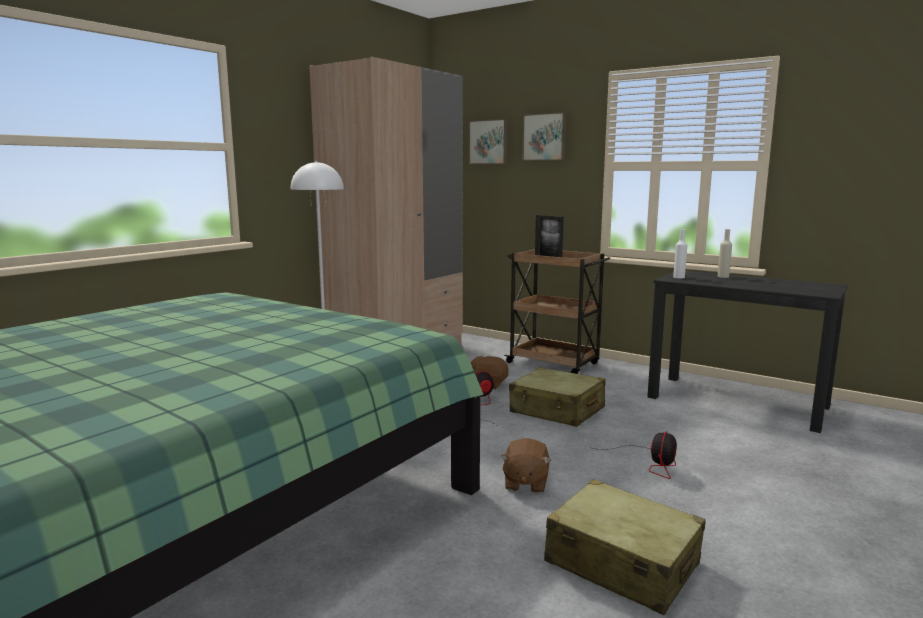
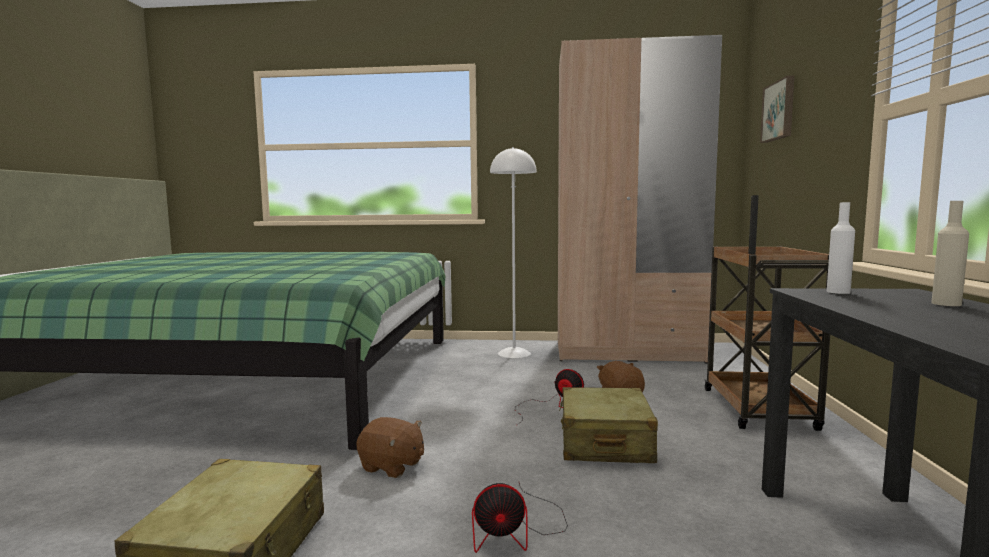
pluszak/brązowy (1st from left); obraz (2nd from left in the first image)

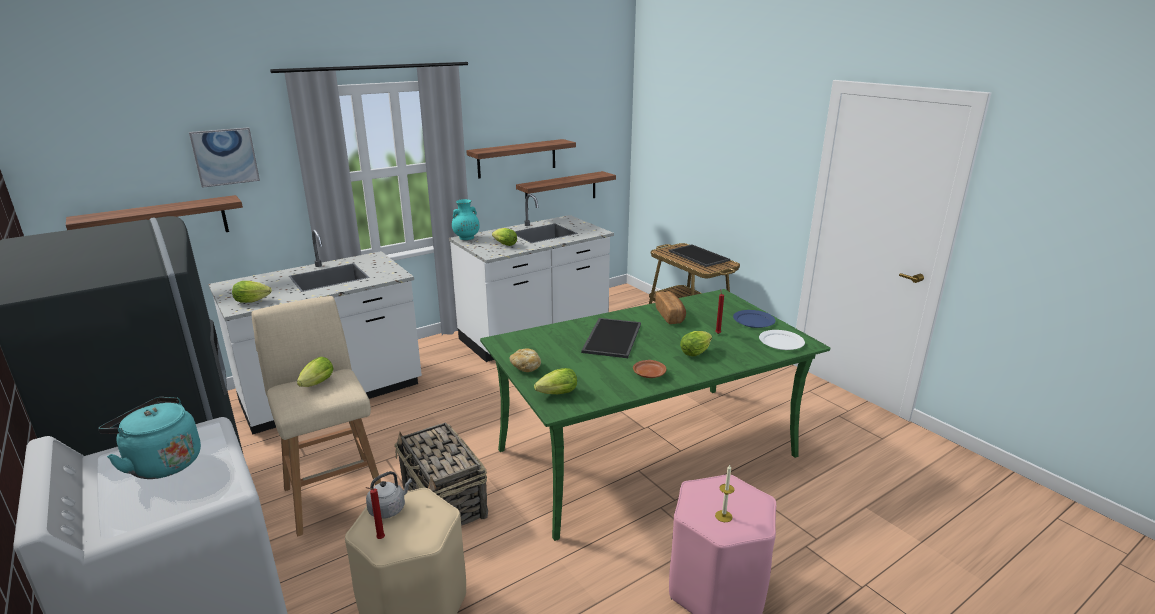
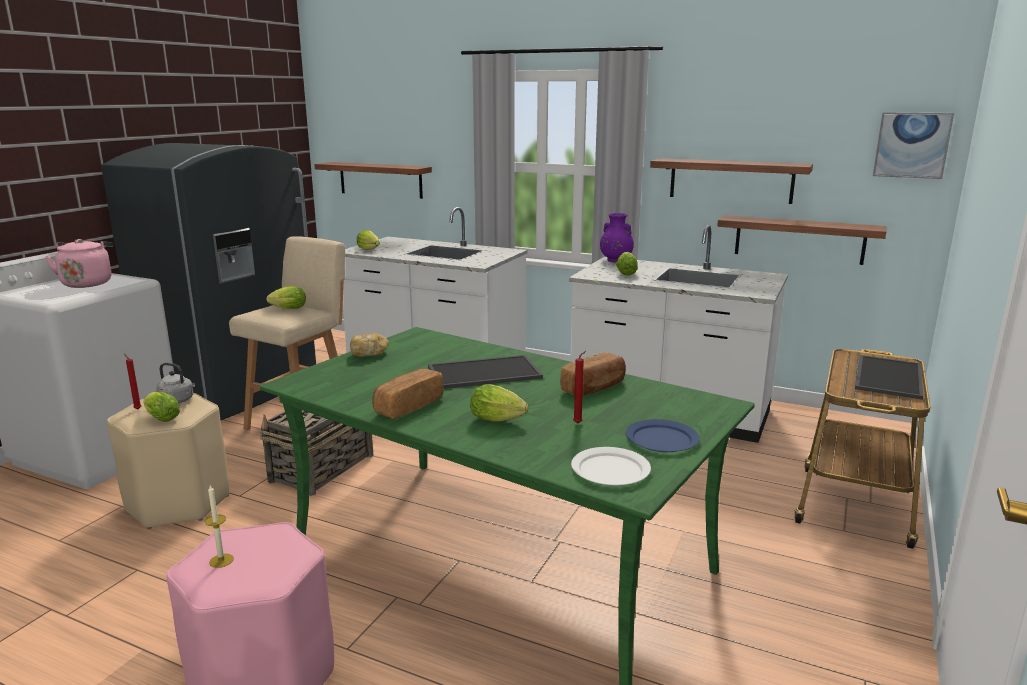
czajnik/różowy; sałata (1st from left); chleb (2nd from left); wazon/fioletowy; obraz

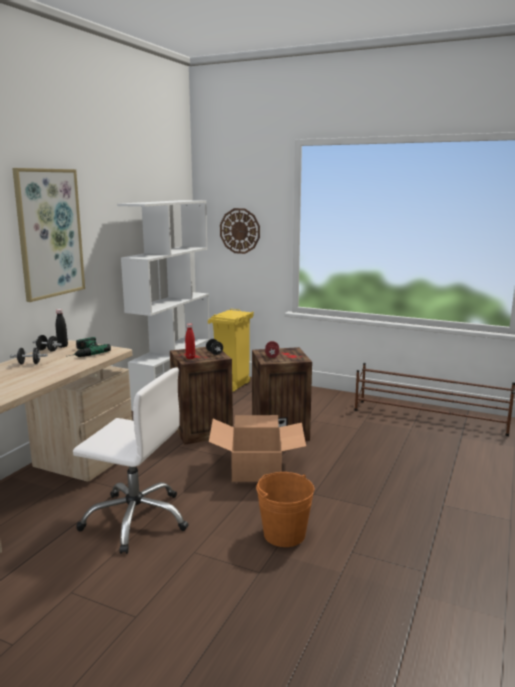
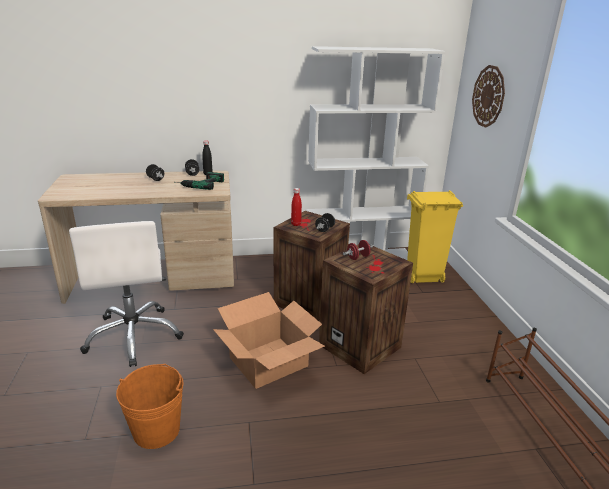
obraz

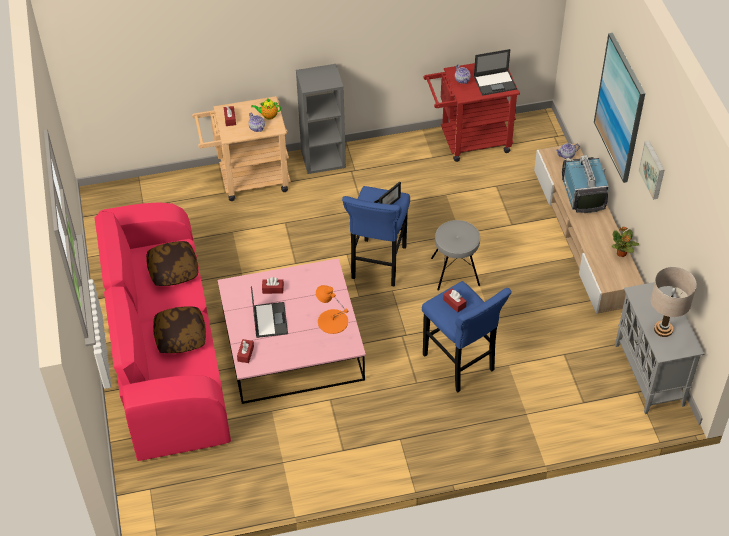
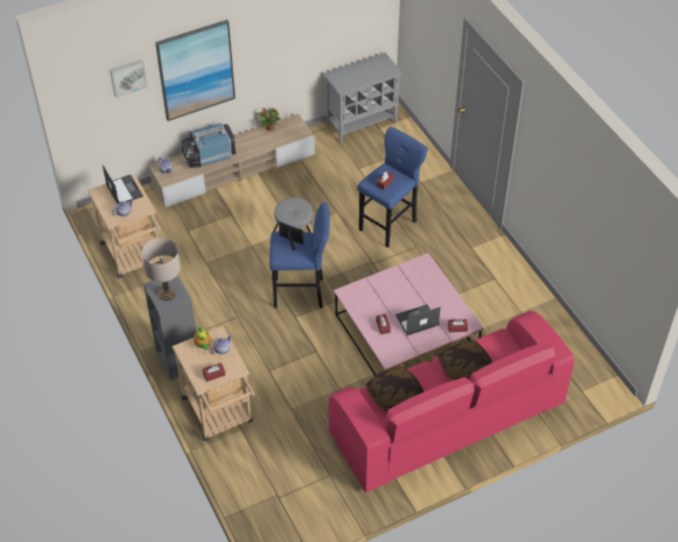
wózek/beżowy (1st from left); obraz (1st from left); lampa stołowa/beżowy; lampa stołowa/pomarańczowy

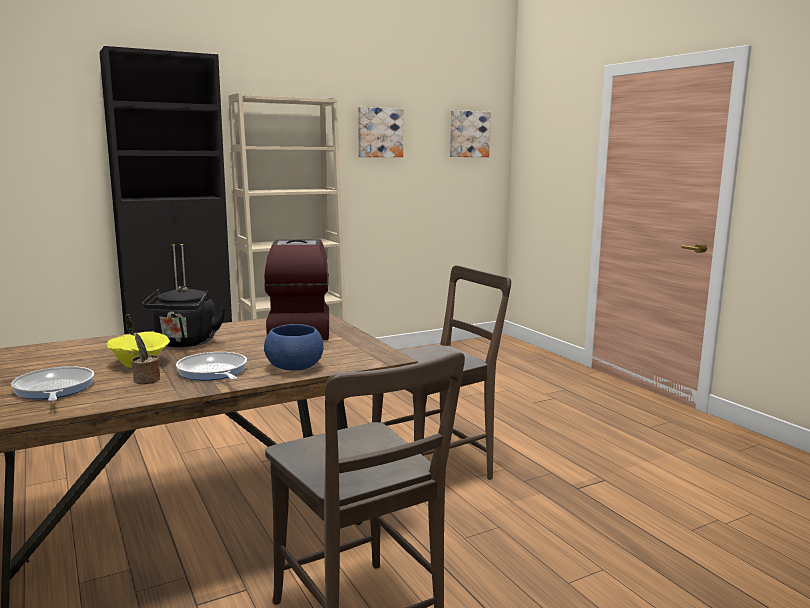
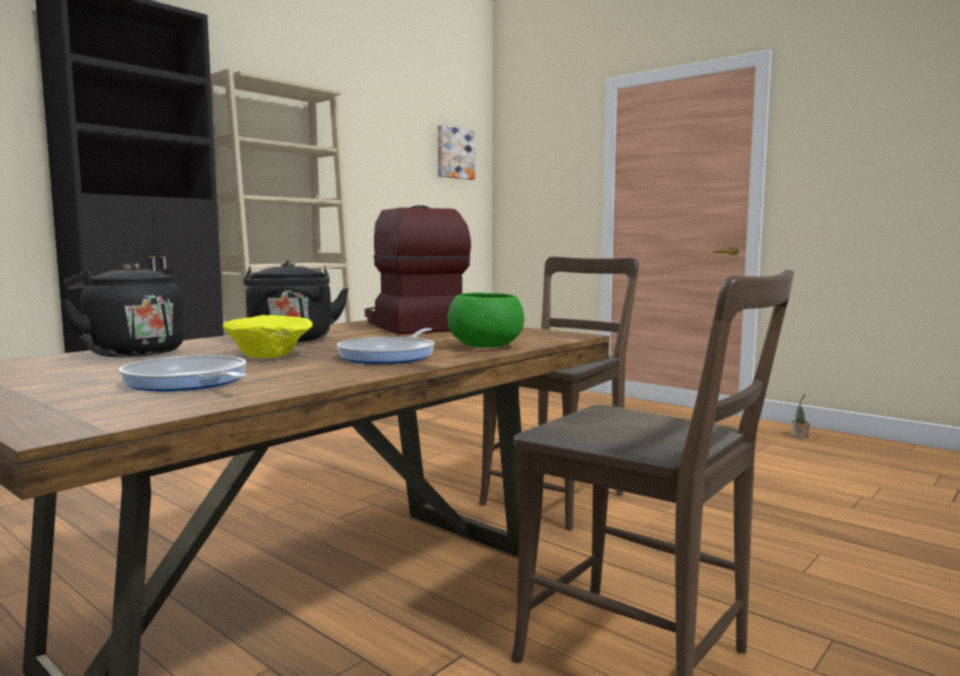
czajnik/czarny (1st from left); patelnia (2nd from left); miska/zielony; roślina doniczkowa; obraz (1st from left in the first image)

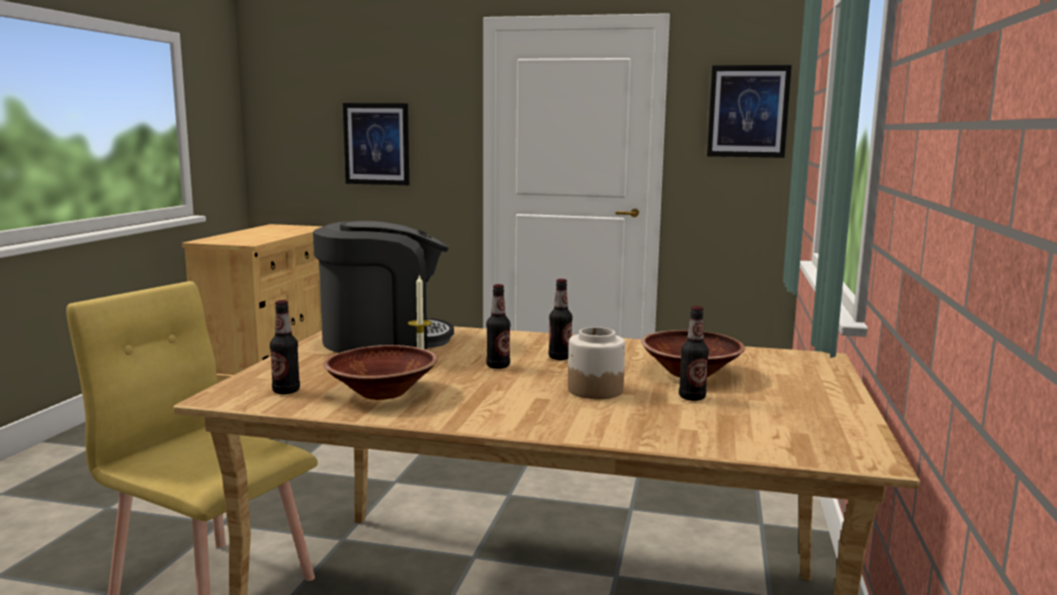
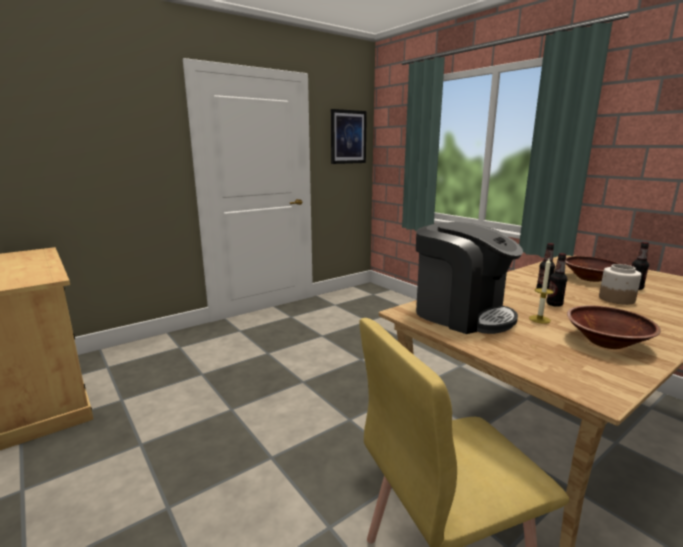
ekspres do kawy; butelka (1st from left in the first image); obraz (1st from left in the first image)

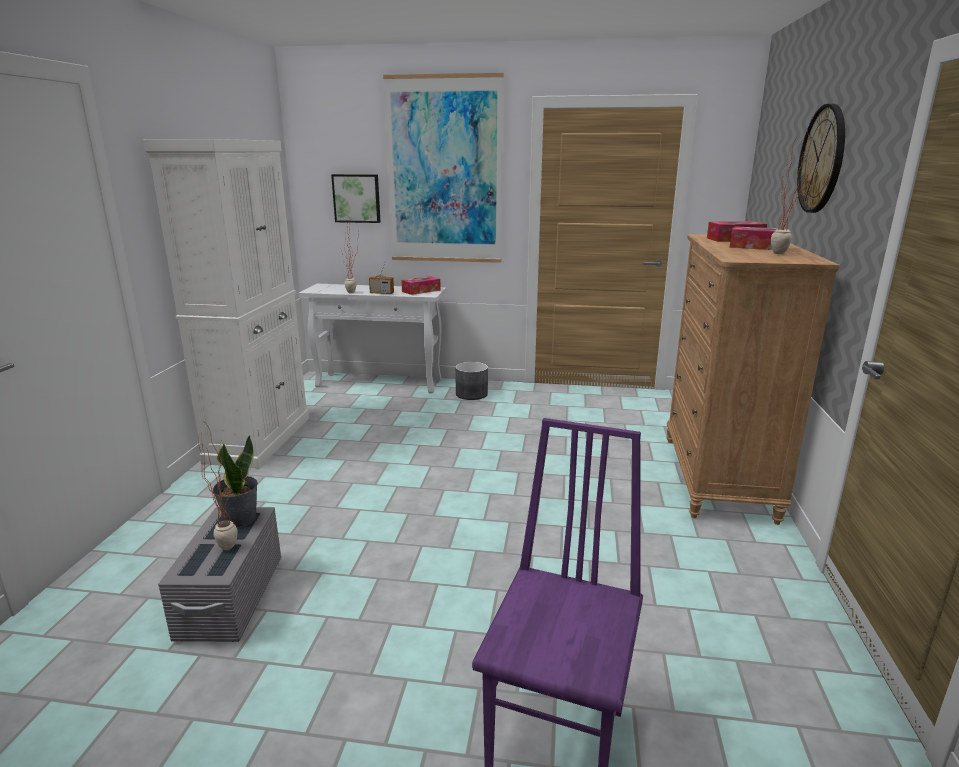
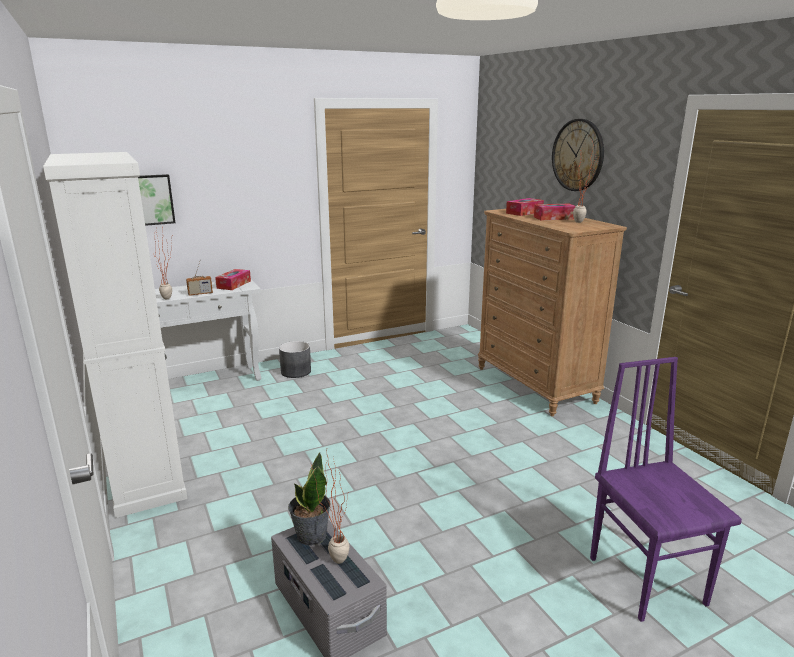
obraz (2nd from left in the first image)

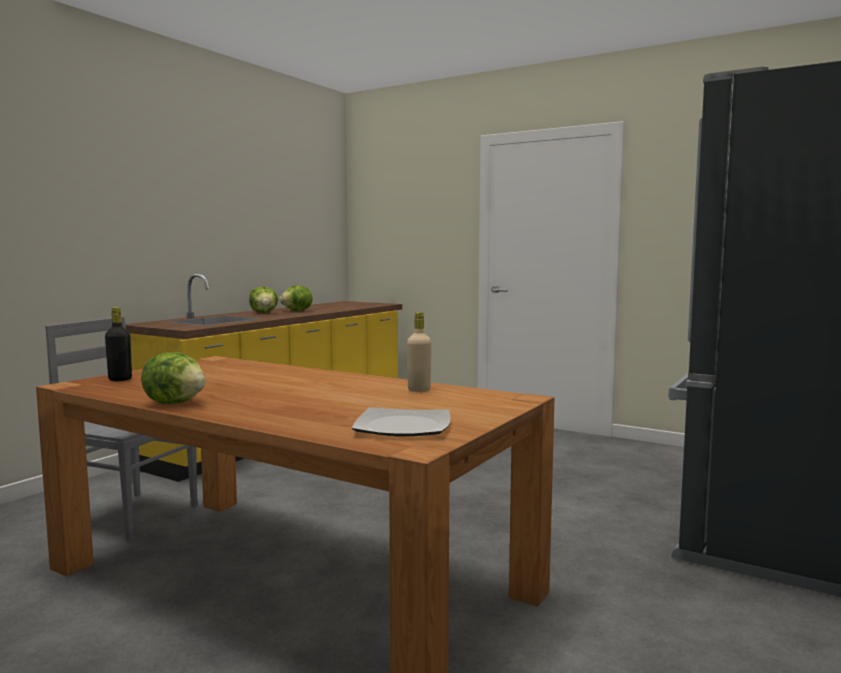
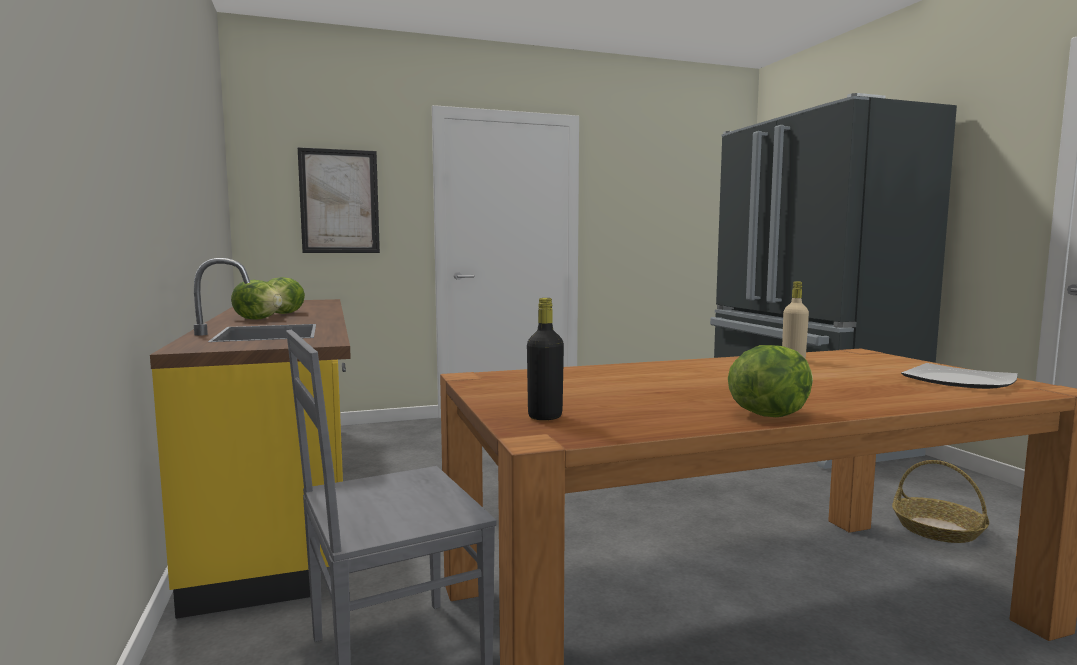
obraz; koszyk

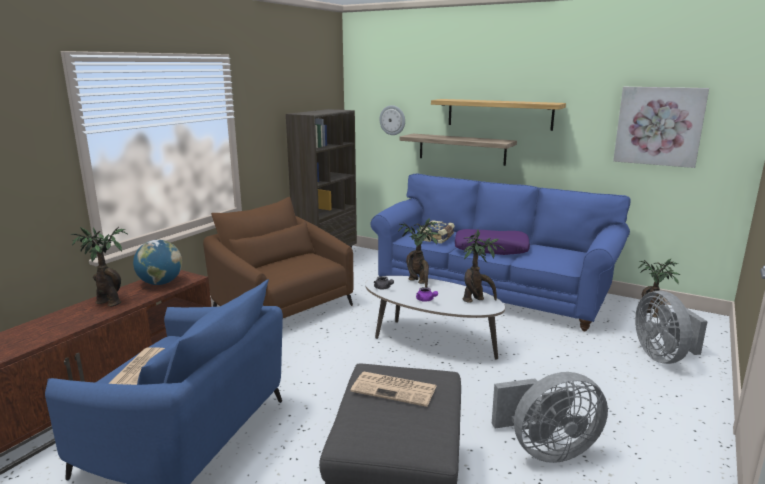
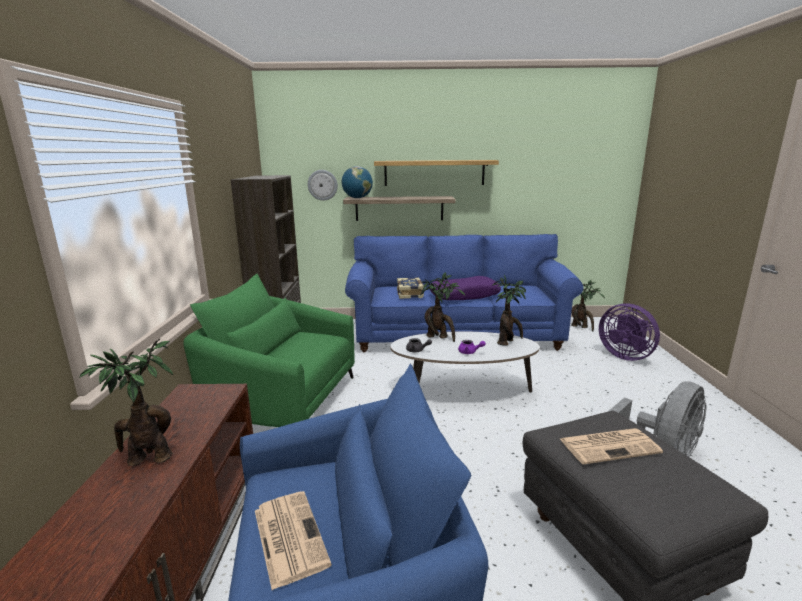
fotel/zielony; globus; wentylator/fioletowy; obraz

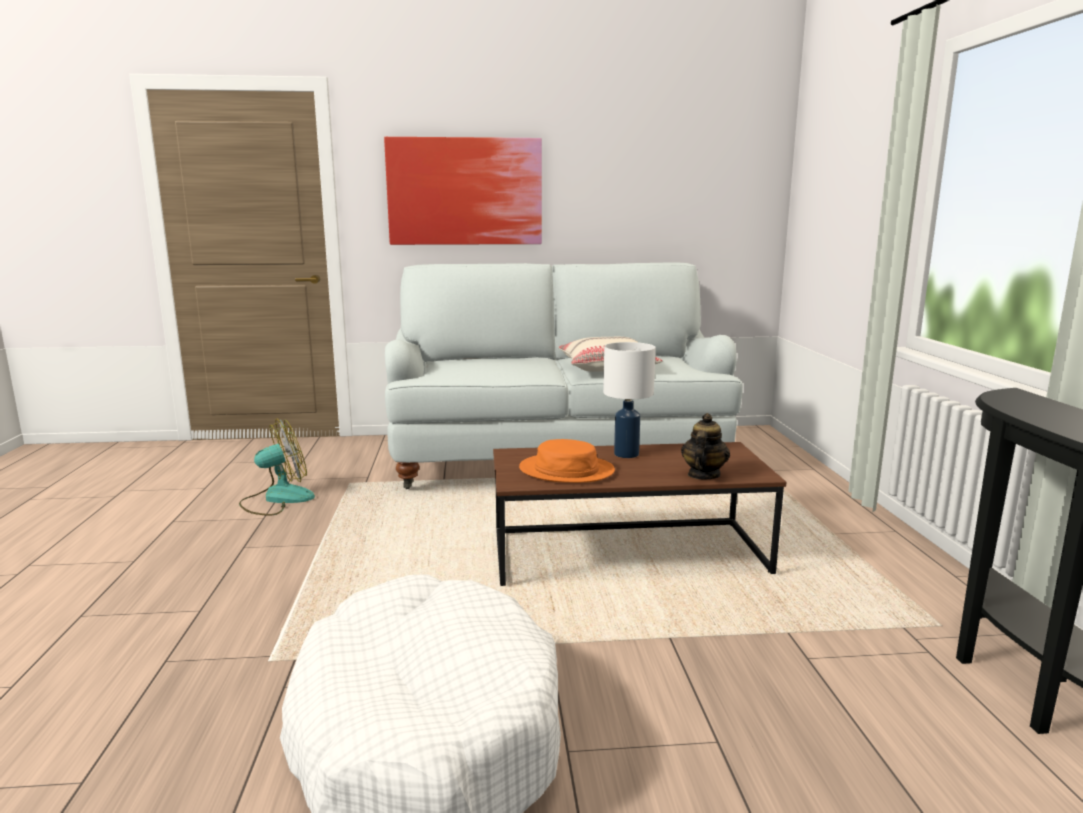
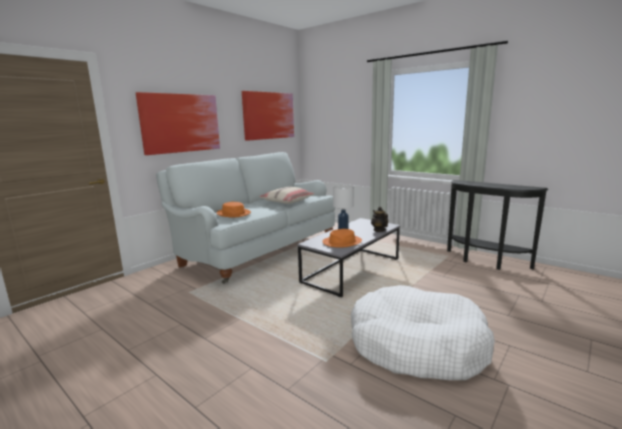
kapelusz/pomarańczowy (1st from left); obraz (2nd from left); ława/szary; wentylator

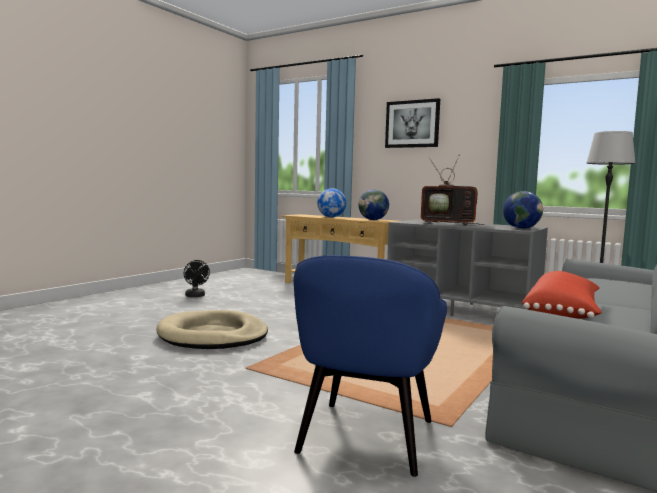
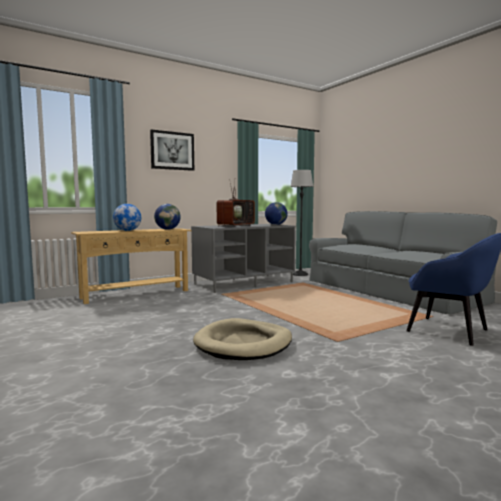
wentylator/czarny; poduszka/czerwony

